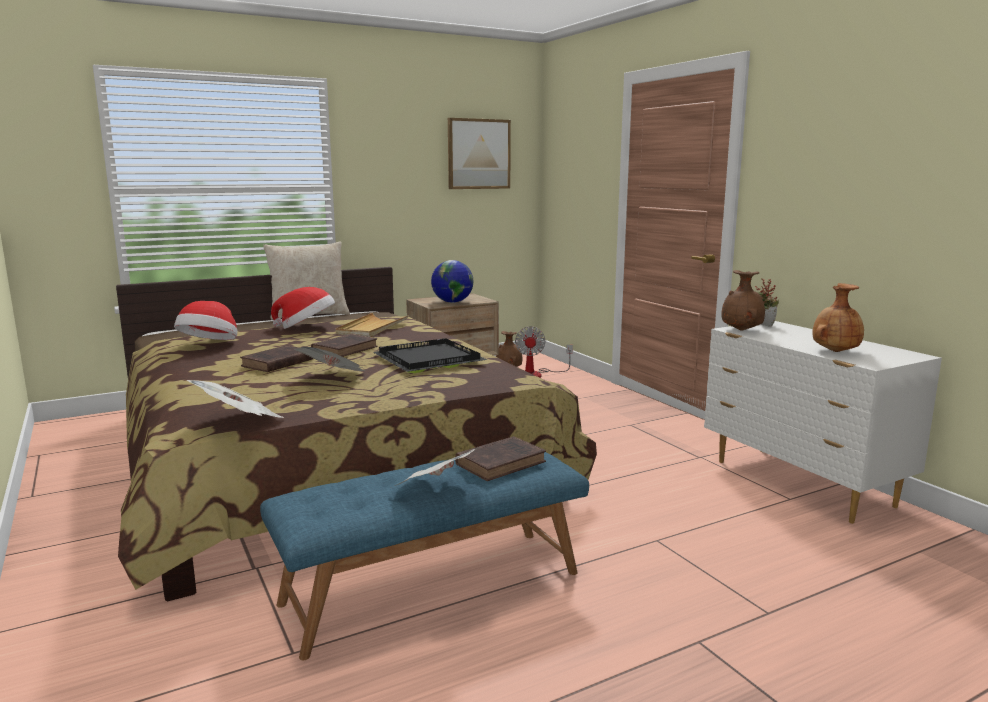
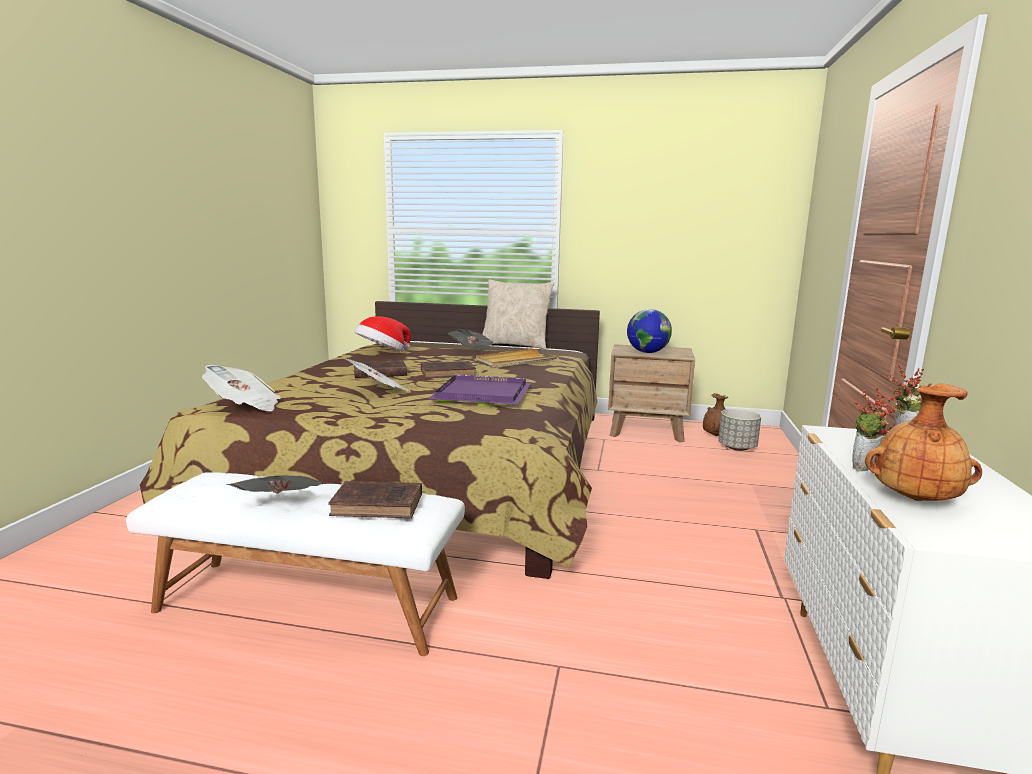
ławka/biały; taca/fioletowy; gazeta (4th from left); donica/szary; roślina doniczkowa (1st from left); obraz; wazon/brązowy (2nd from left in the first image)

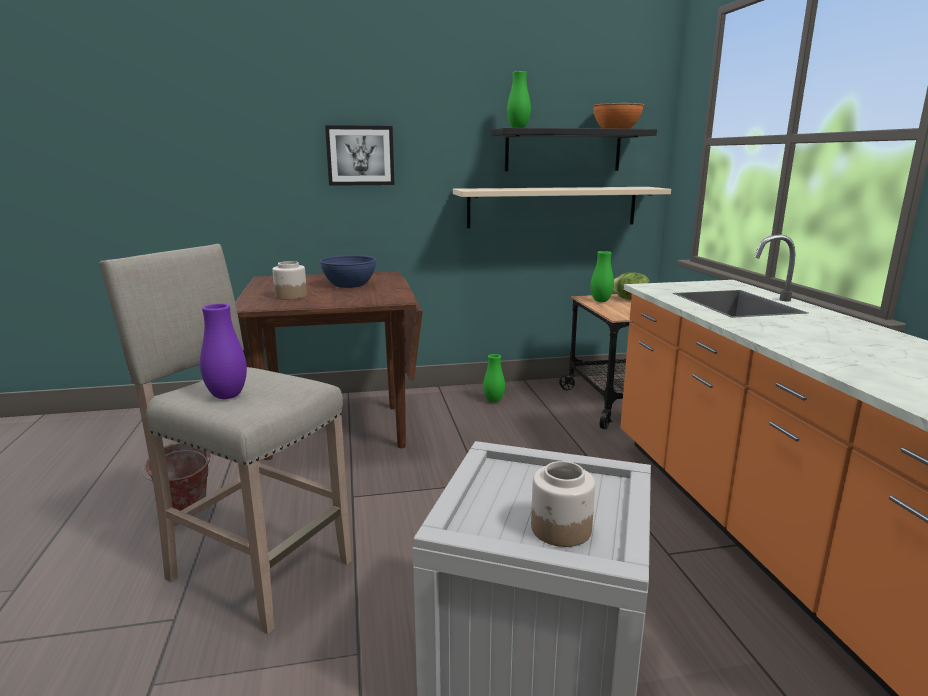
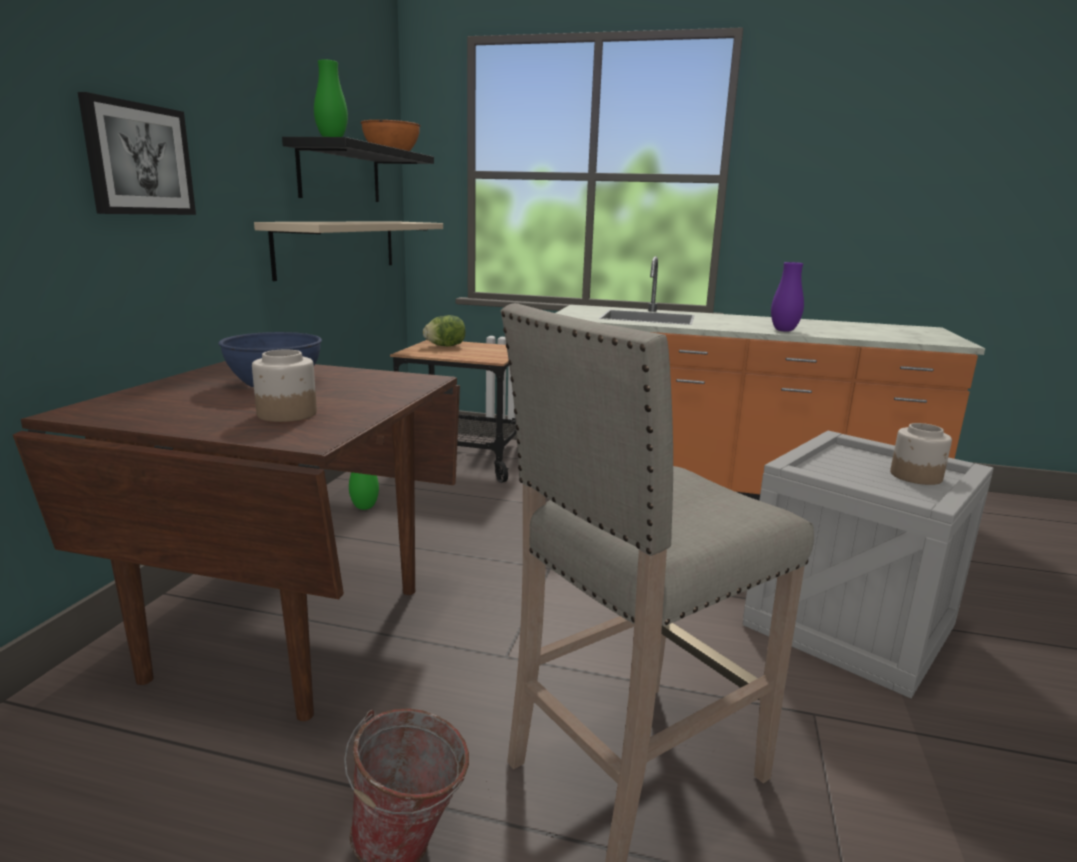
wazon/fioletowy; wazon/zielony (3rd from left in the first image)

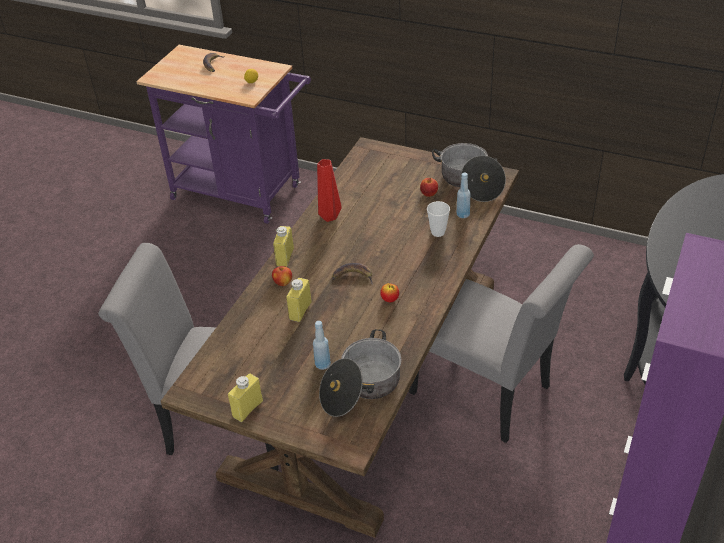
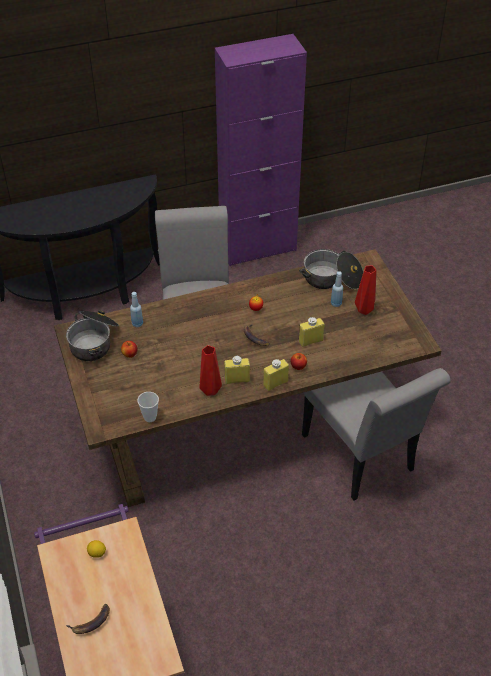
filiżanka; butelka/żółty (1st from left); wazon/czerwony (2nd from left)

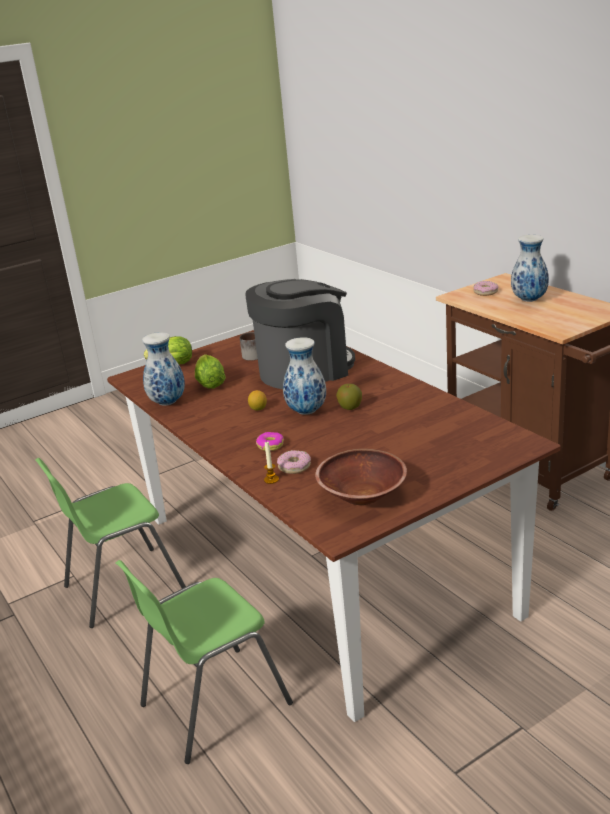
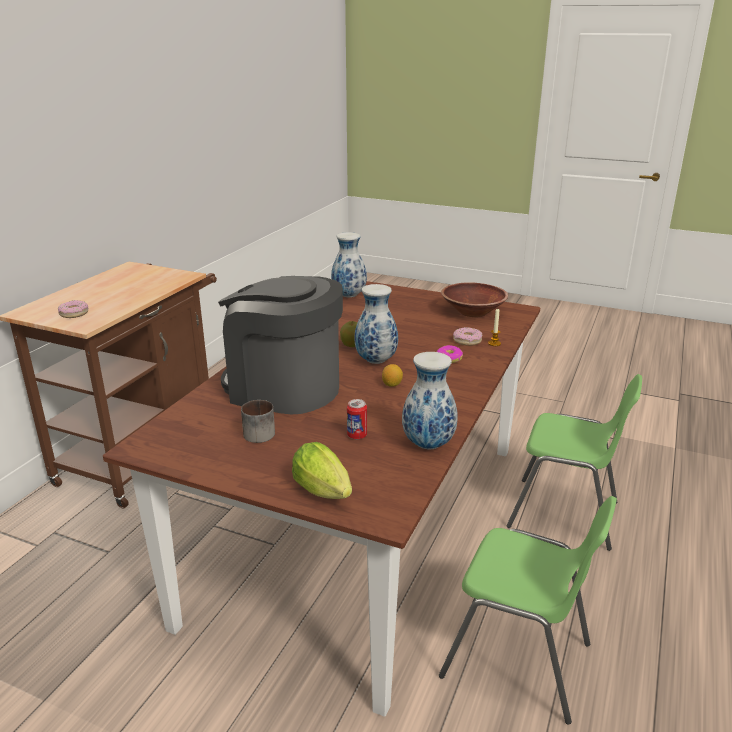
wazon (1st from left); puszka

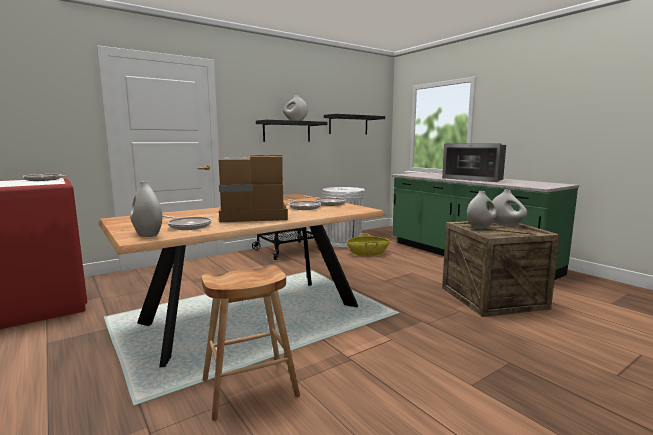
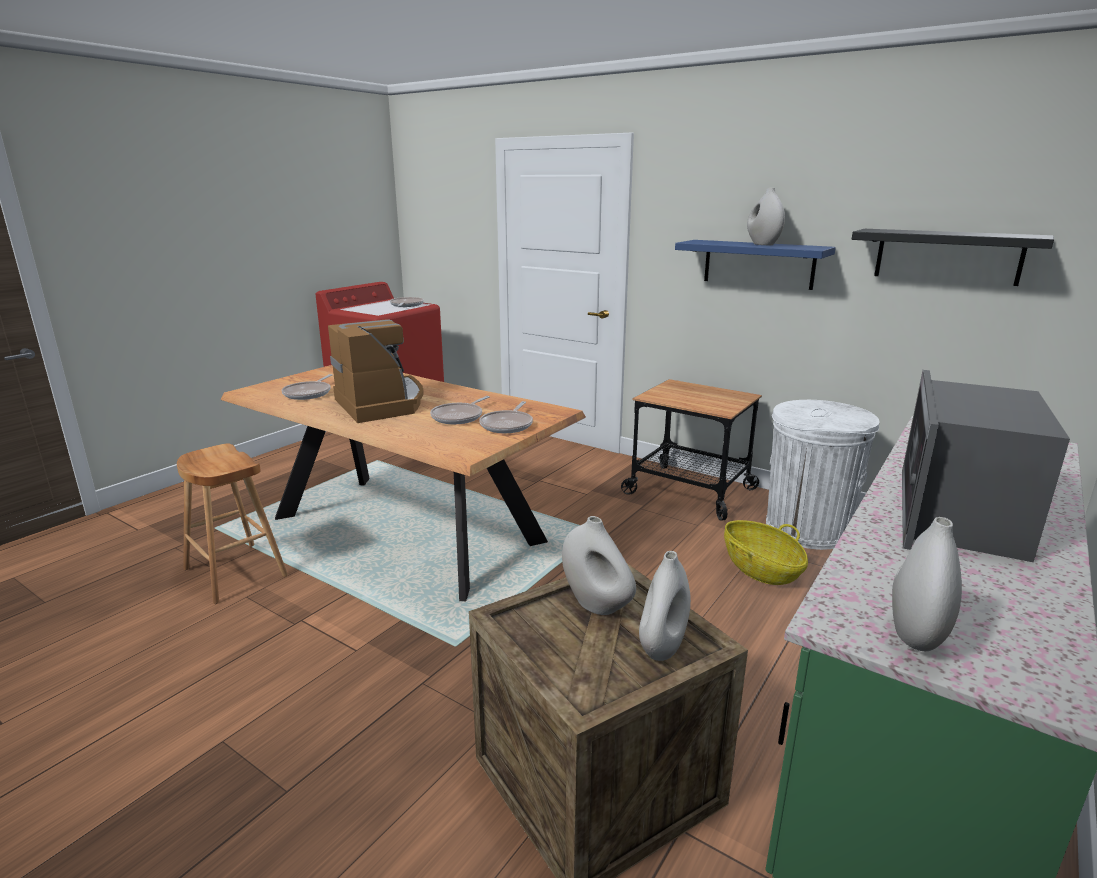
półka/niebieski; wazon/biały (4th from left)

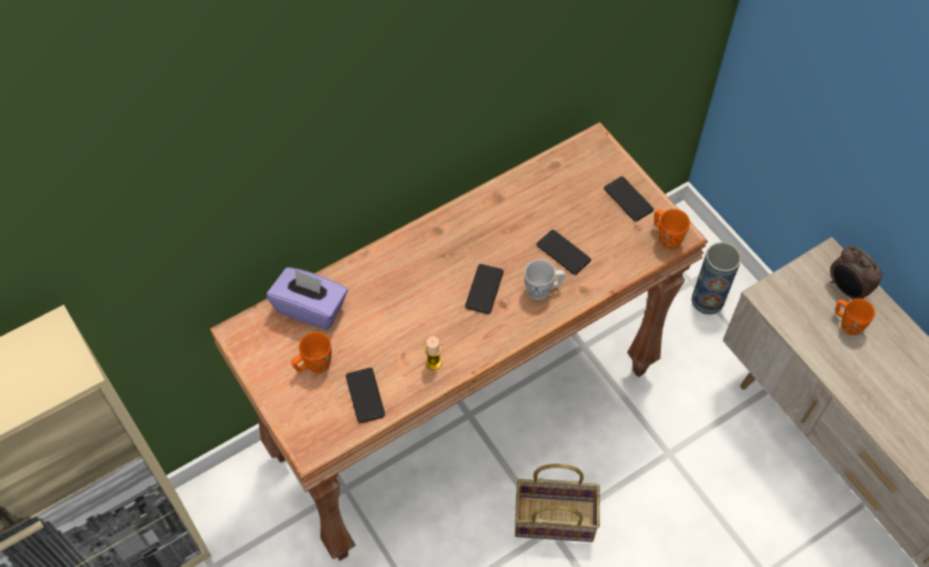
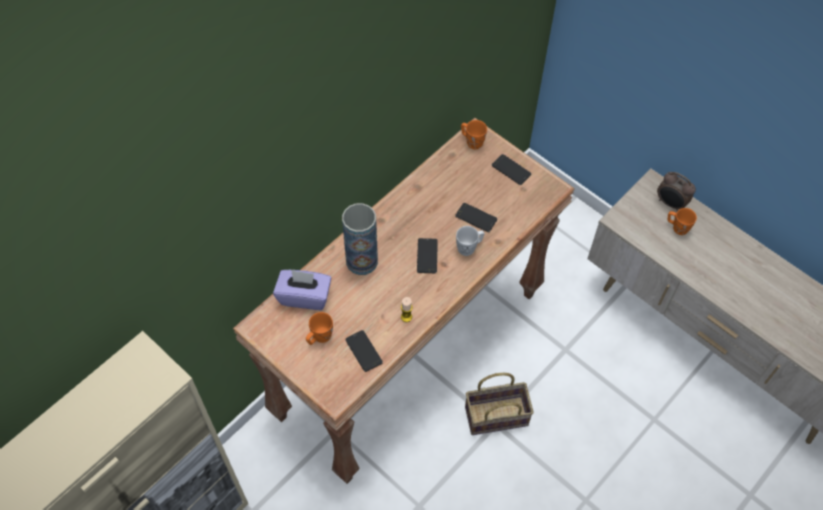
wazon; kubek/pomarańczowy (2nd from left)

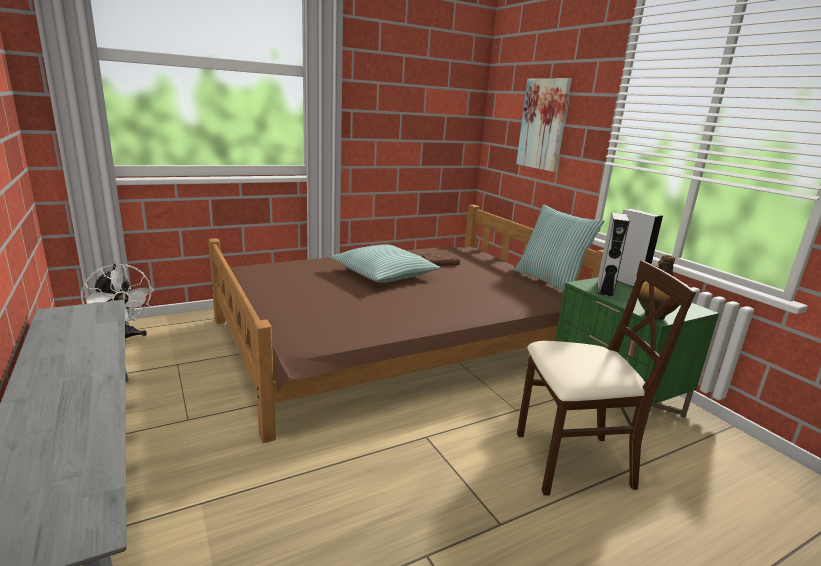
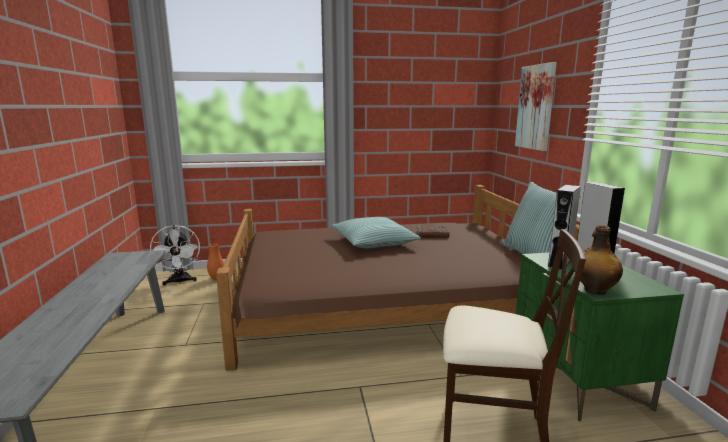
wazon/pomarańczowy

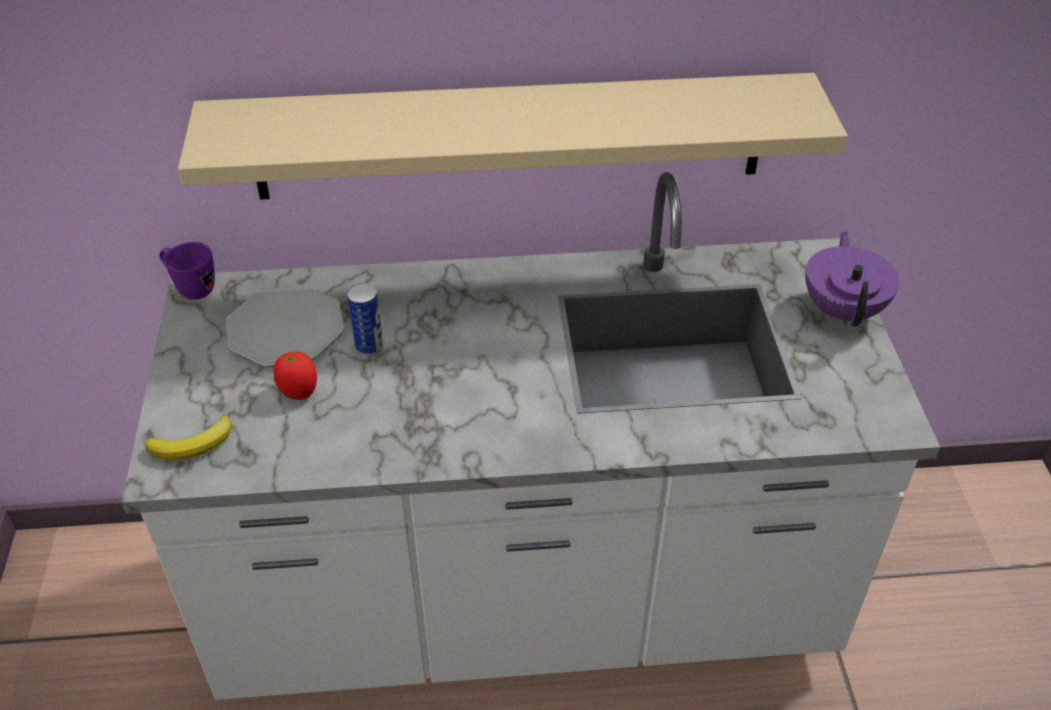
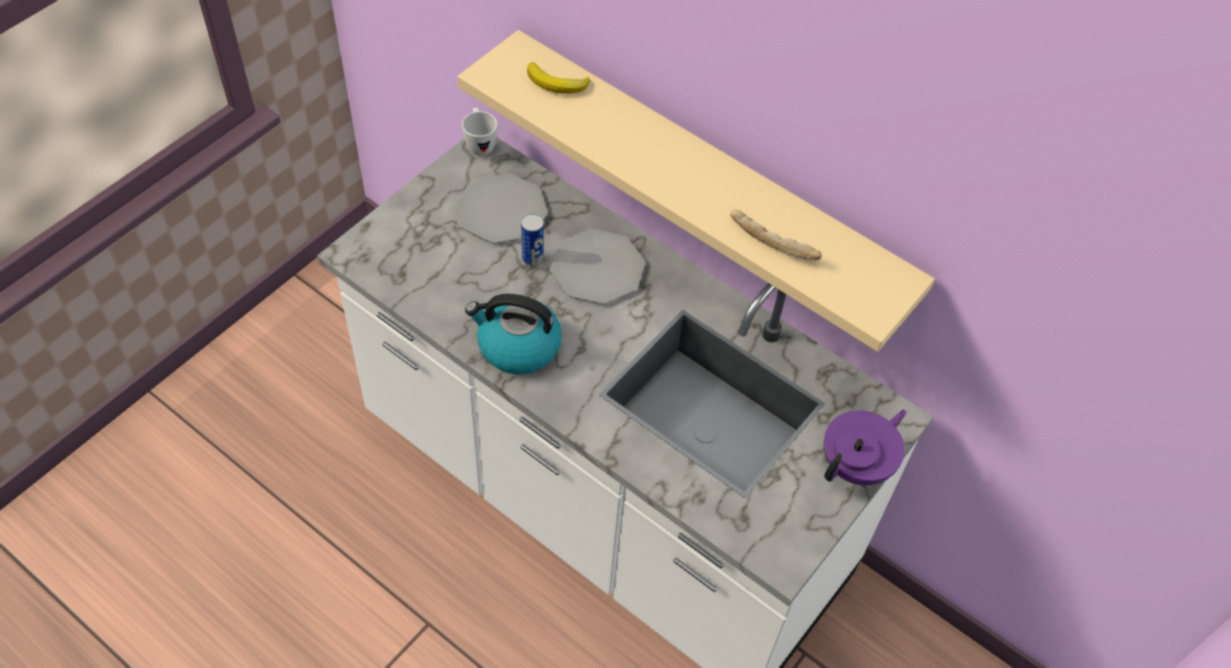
kubek/biały; czajnik; banan; talerz (2nd from left); chleb; pomidor

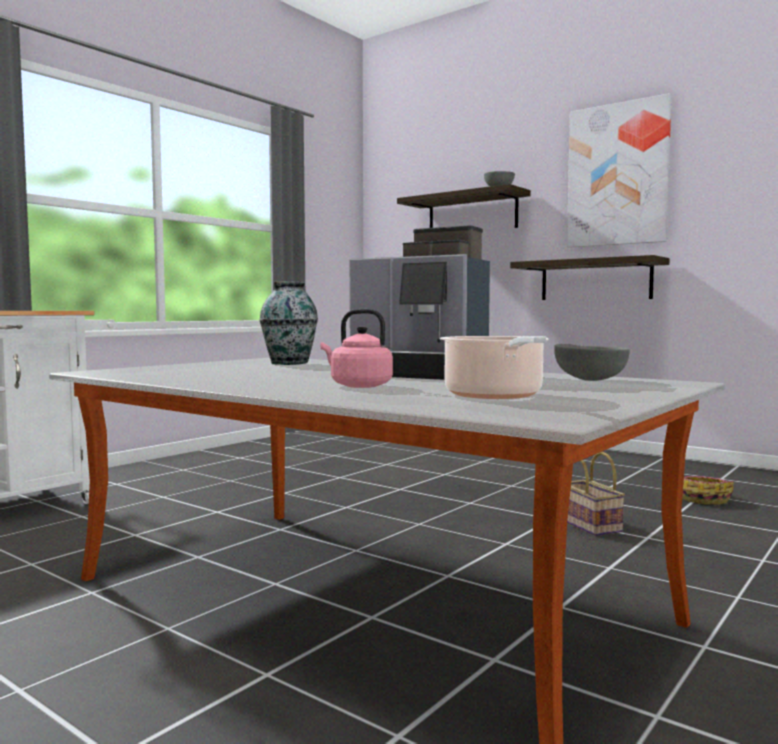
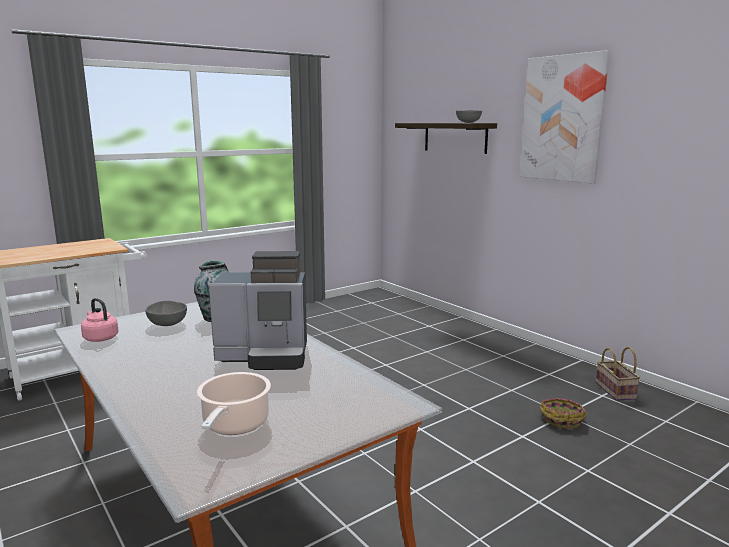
czajnik/różowy; miska/szary (1st from left); ekspres do kawy; koszyk (2nd from left); półka (2nd from left in the first image)

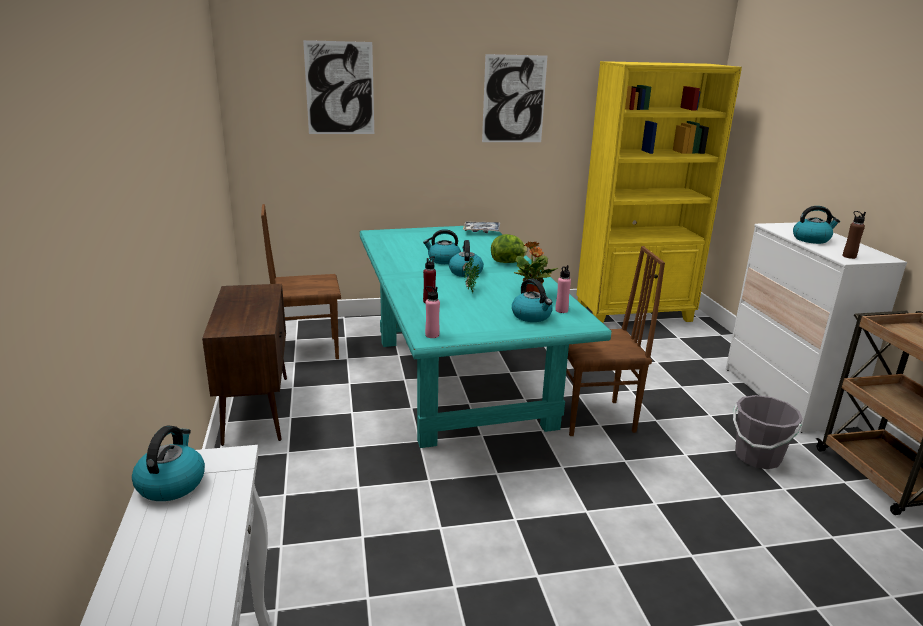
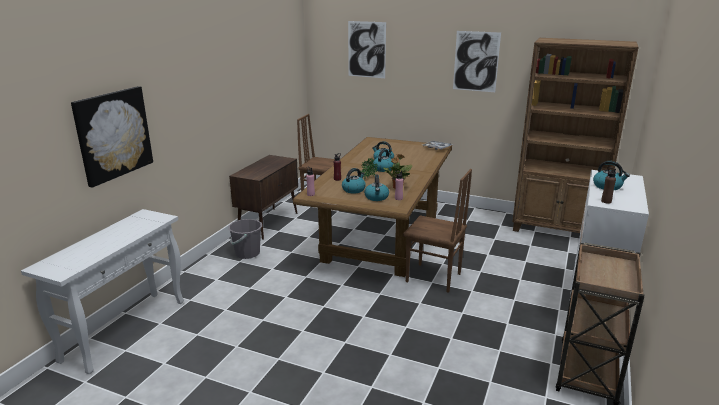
obraz (1st from left); wiadro/szary; stół jadalny/brązowy; czajnik (1st from left); regał/brązowy; sałata

